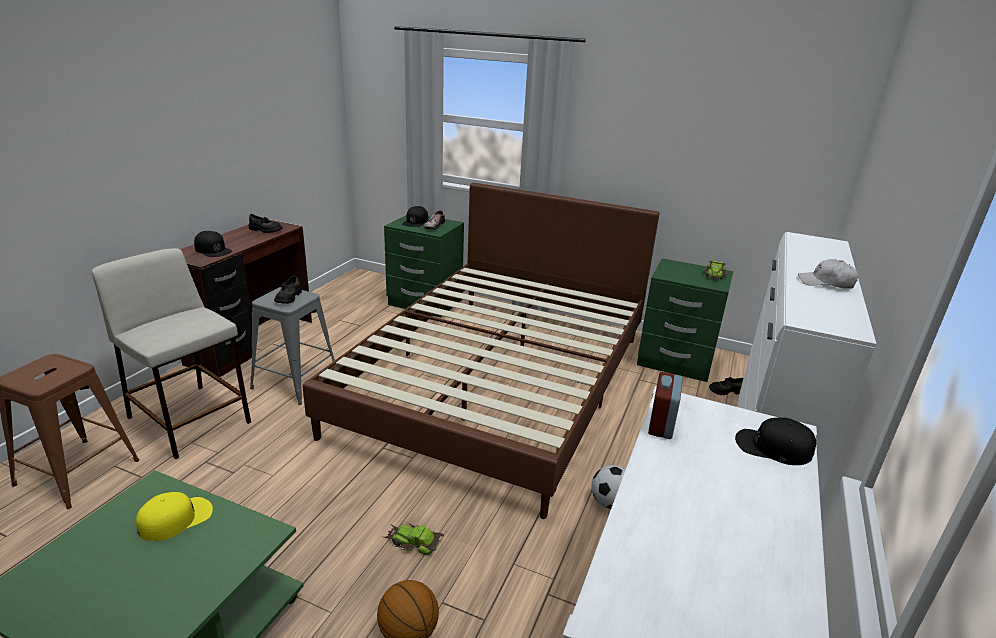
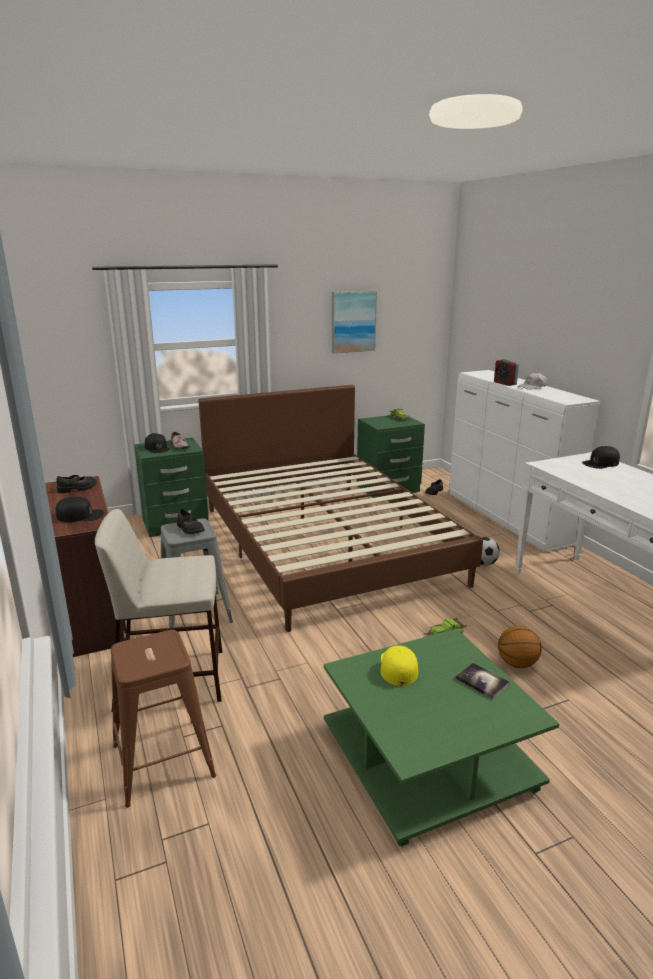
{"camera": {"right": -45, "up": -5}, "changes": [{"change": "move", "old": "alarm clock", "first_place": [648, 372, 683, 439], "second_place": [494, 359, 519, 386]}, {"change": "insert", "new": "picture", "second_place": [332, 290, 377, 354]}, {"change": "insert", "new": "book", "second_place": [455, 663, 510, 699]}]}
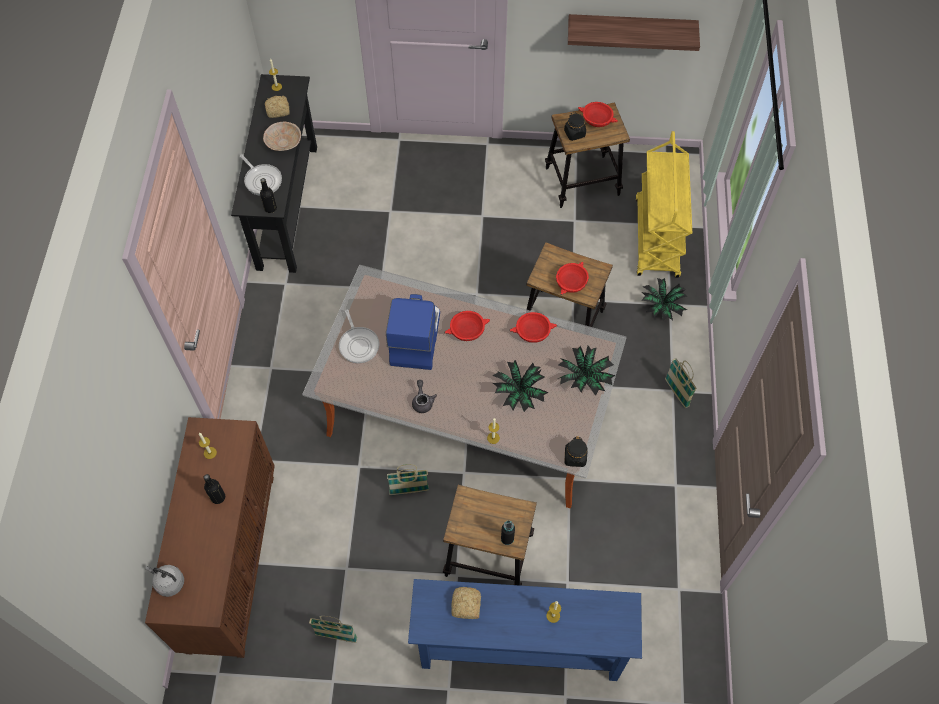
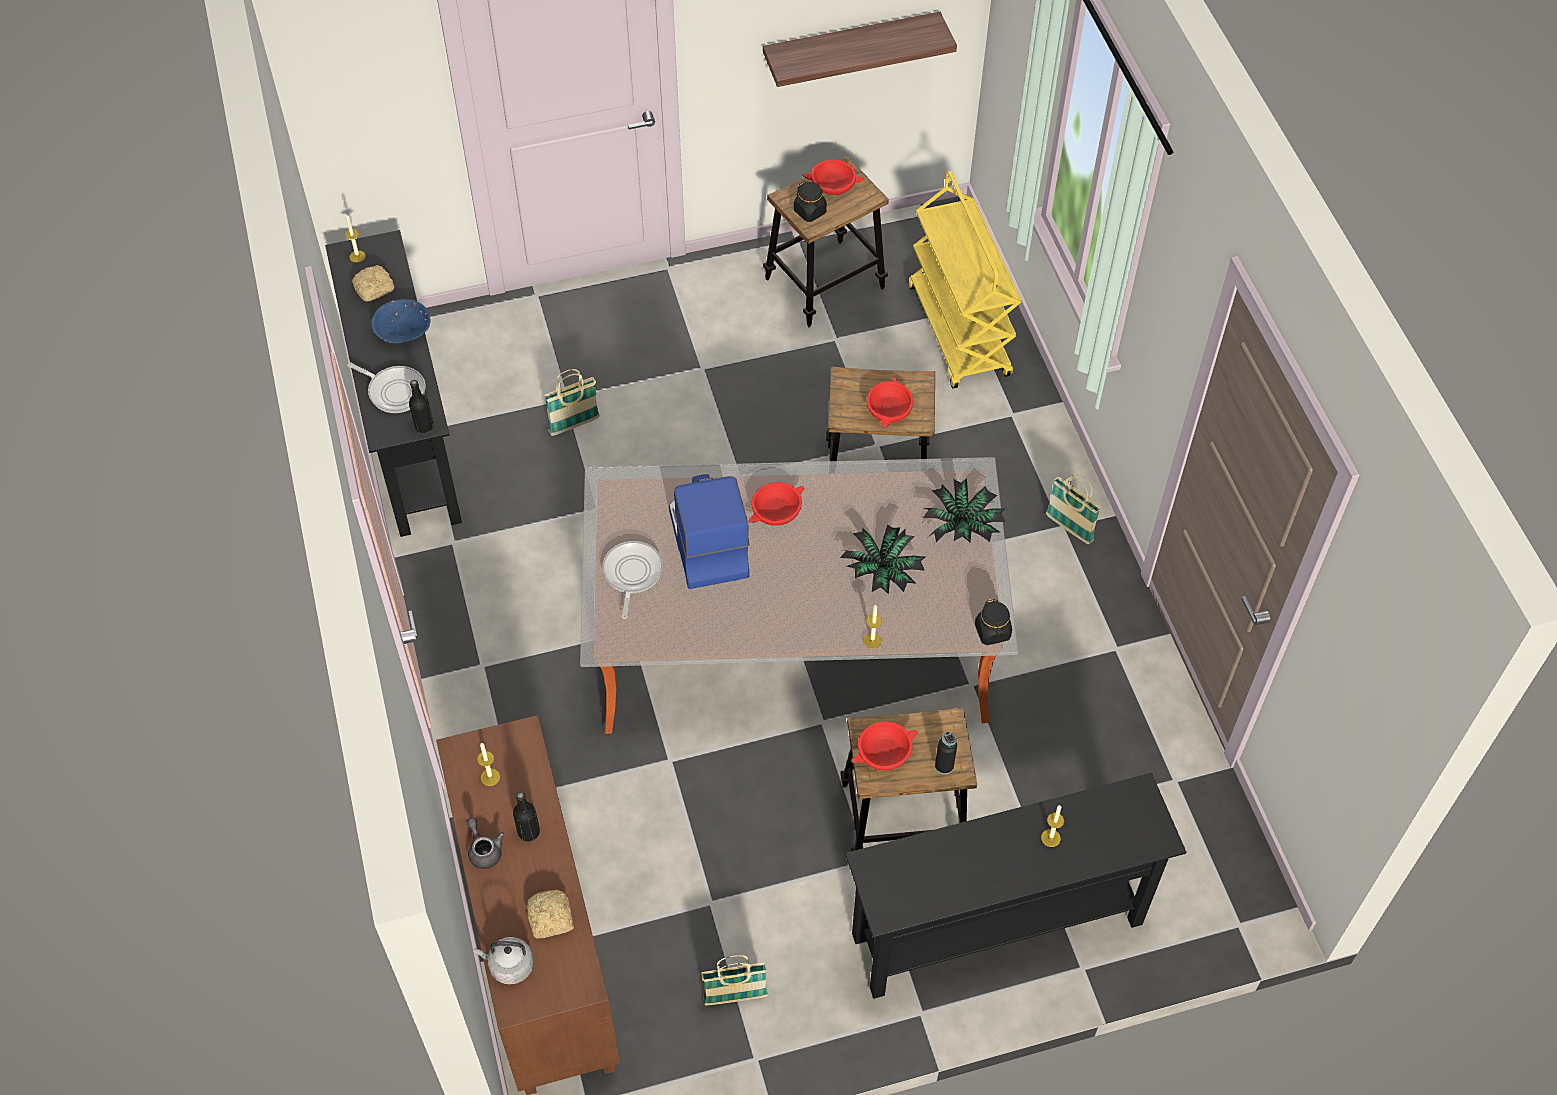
{"camera": {"right": -20, "up": -5}, "changes": [{"change": "recolor", "old": "beige bowl", "new": "blue bowl", "first_place": [263, 122, 301, 151], "second_place": [371, 299, 430, 343]}, {"change": "delete", "old": "potted plant", "first_place": [642, 278, 687, 321]}, {"change": "rotate", "old": "frying pan", "first_place": [339, 310, 379, 363], "second_place": [602, 541, 663, 619], "degrees": -135}, {"change": "move", "old": "red bowl", "first_place": [510, 312, 557, 343], "second_place": [851, 721, 918, 770]}, {"change": "move", "old": "grey teapot", "first_place": [412, 380, 437, 413], "second_place": [467, 817, 504, 869]}, {"change": "move", "old": "basket", "first_place": [387, 464, 429, 495], "second_place": [544, 369, 600, 436]}, {"change": "recolor", "old": "blue console table", "new": "black console table", "first_place": [408, 579, 642, 681], "second_place": [845, 773, 1186, 999]}, {"change": "move", "old": "bread", "first_place": [451, 587, 481, 619], "second_place": [527, 890, 574, 939]}]}
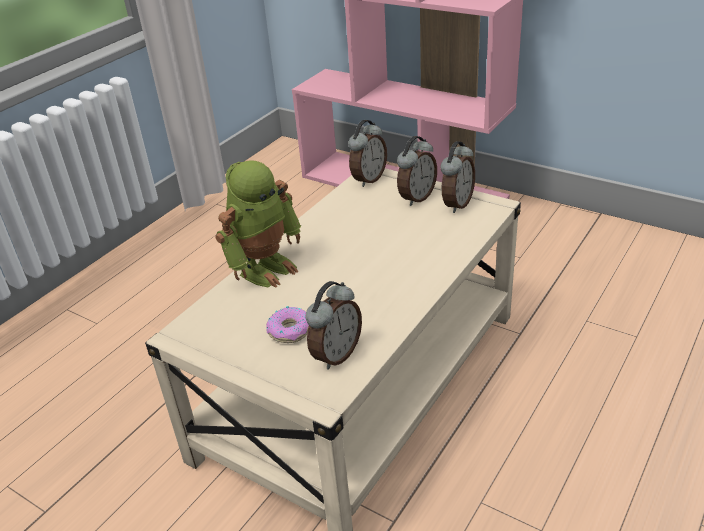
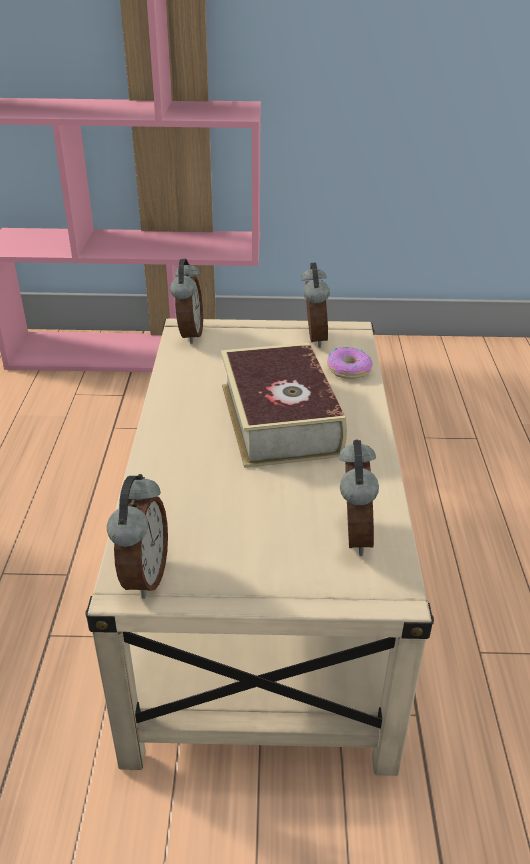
{"camera": {"right": -35, "up": 0}, "changes": [{"change": "move", "old": "alarm clock", "first_place": [397, 136, 437, 206], "second_place": [107, 474, 168, 599]}, {"change": "delete", "old": "toy robot", "first_place": [216, 160, 301, 288]}, {"change": "move", "old": "donut", "first_place": [266, 306, 309, 343], "second_place": [327, 347, 373, 379]}, {"change": "insert", "new": "book", "second_place": [221, 343, 347, 468]}]}
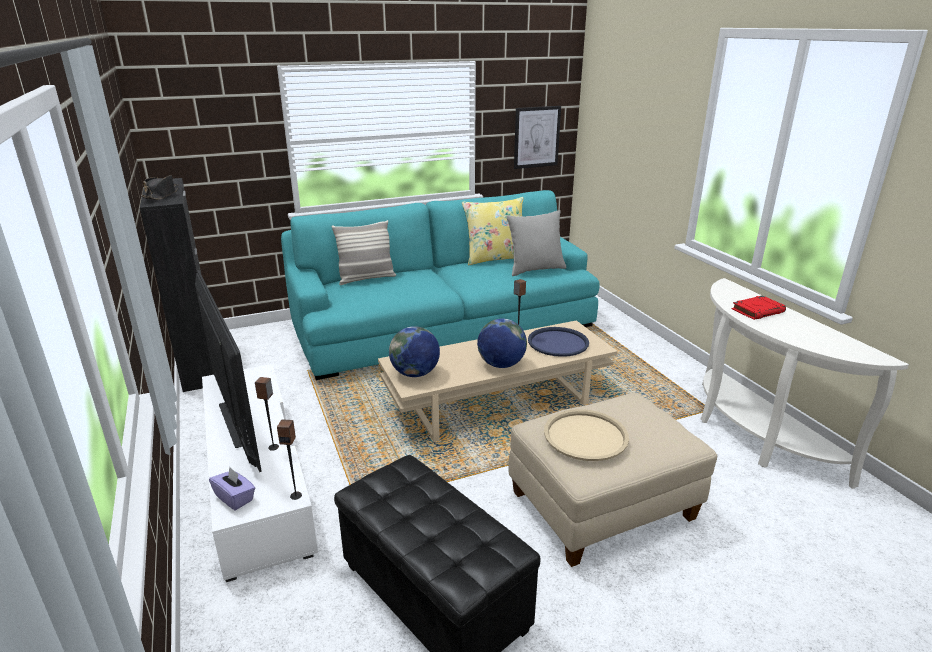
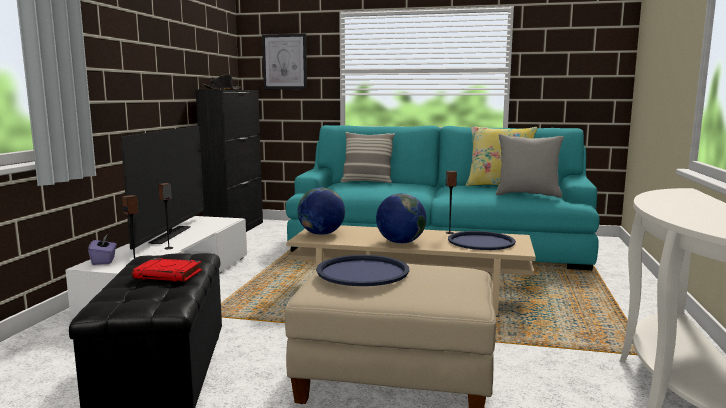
{"camera": {"right": 35, "up": -15}, "changes": [{"change": "move", "old": "picture", "first_place": [514, 106, 561, 169], "second_place": [262, 33, 307, 89]}, {"change": "move", "old": "red book", "first_place": [732, 295, 786, 320], "second_place": [132, 258, 202, 282]}, {"change": "recolor", "old": "beige tray", "new": "blue tray", "first_place": [544, 409, 629, 461], "second_place": [316, 255, 409, 286]}]}
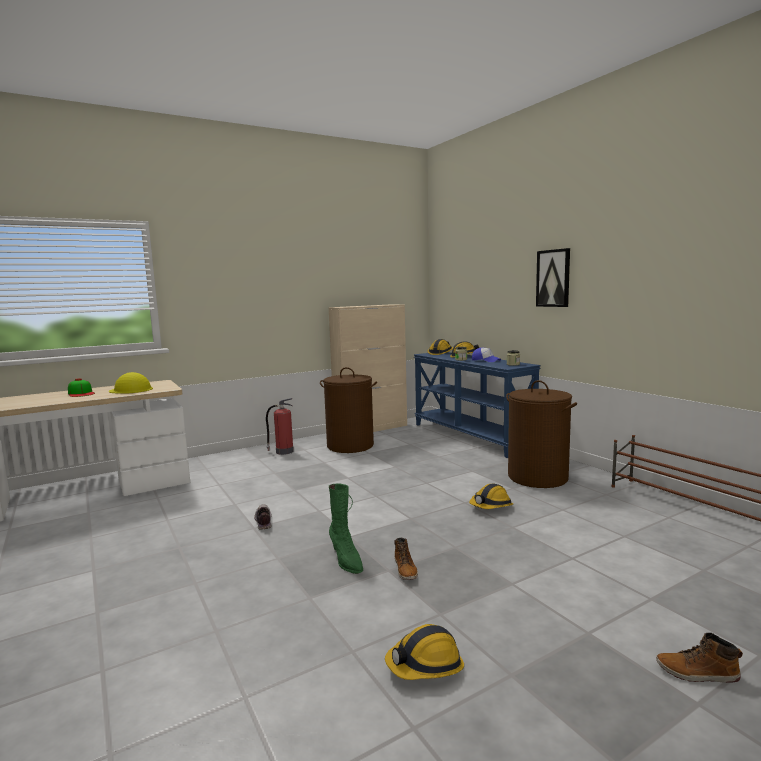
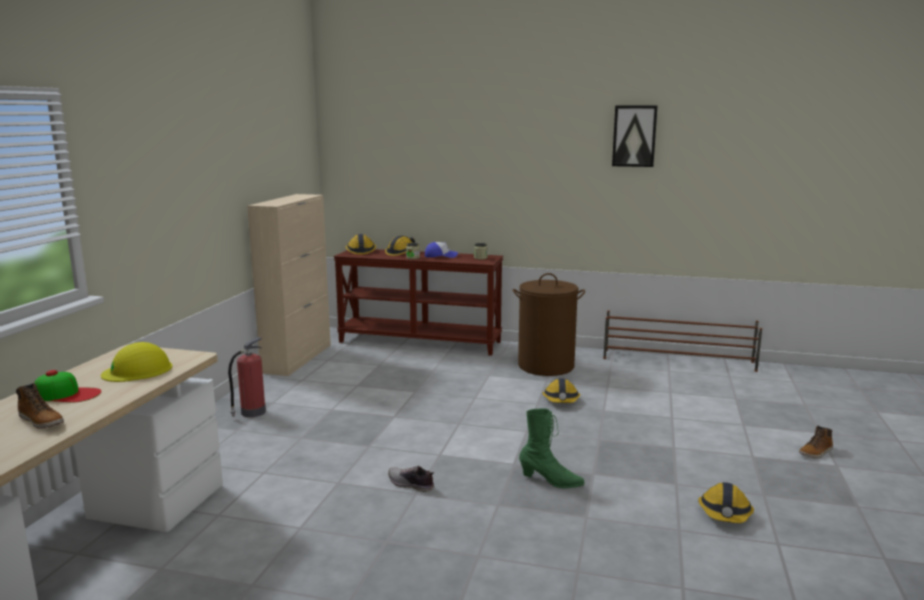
{"camera": {"right": -45, "up": 5}, "changes": [{"change": "move", "old": "picture", "first_place": [536, 248, 570, 307], "second_place": [612, 106, 658, 167]}, {"change": "recolor", "old": "blue console table", "new": "brown console table", "first_place": [414, 352, 541, 458], "second_place": [333, 249, 503, 356]}, {"change": "delete", "old": "brown laundry basket", "first_place": [320, 367, 377, 453]}, {"change": "move", "old": "boot", "first_place": [394, 538, 418, 580], "second_place": [16, 383, 64, 429]}]}
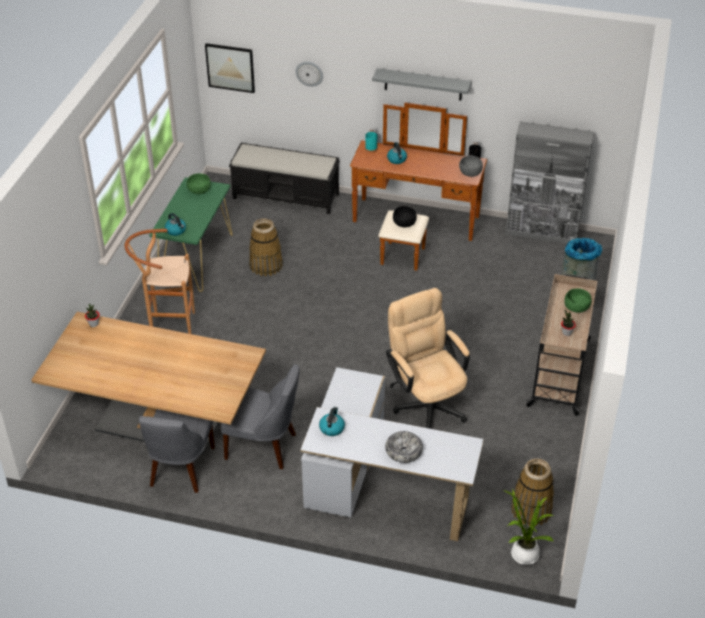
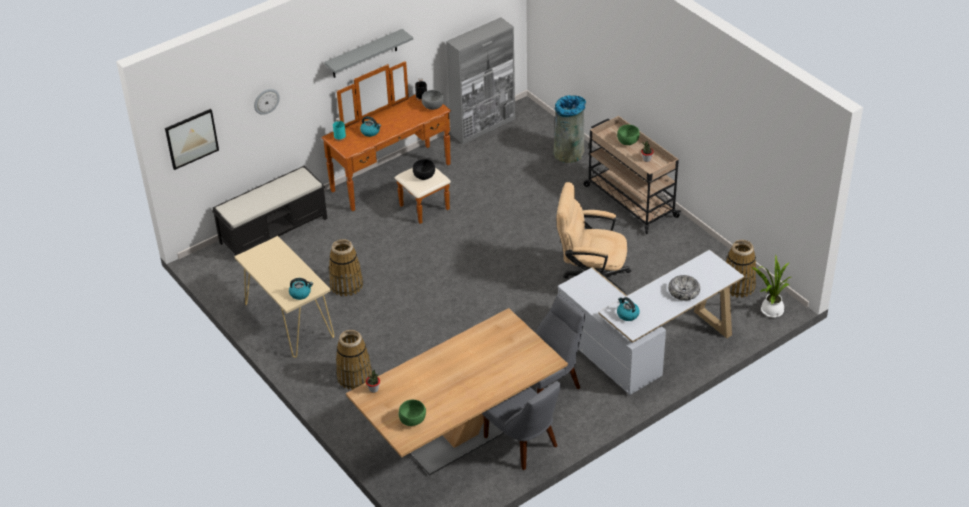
{"camera": {"right": -50, "up": 0}, "changes": [{"change": "move", "old": "green bowl", "first_place": [187, 173, 211, 194], "second_place": [399, 400, 426, 426]}, {"change": "recolor", "old": "green console table", "new": "beige console table", "first_place": [150, 177, 233, 292], "second_place": [234, 236, 334, 358]}, {"change": "replace", "old": "brown stool", "new": "basket", "first_place": [124, 229, 195, 334], "second_place": [336, 330, 372, 390]}]}
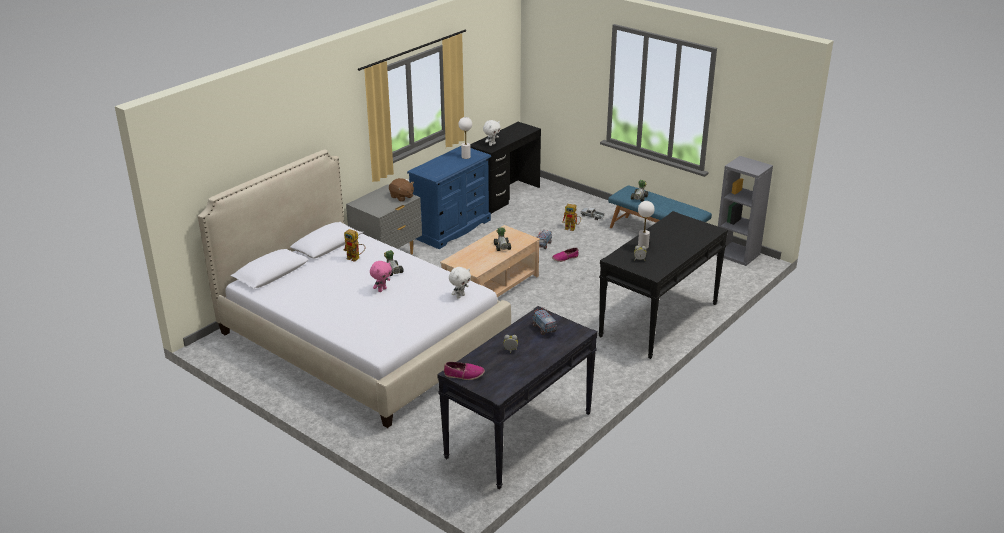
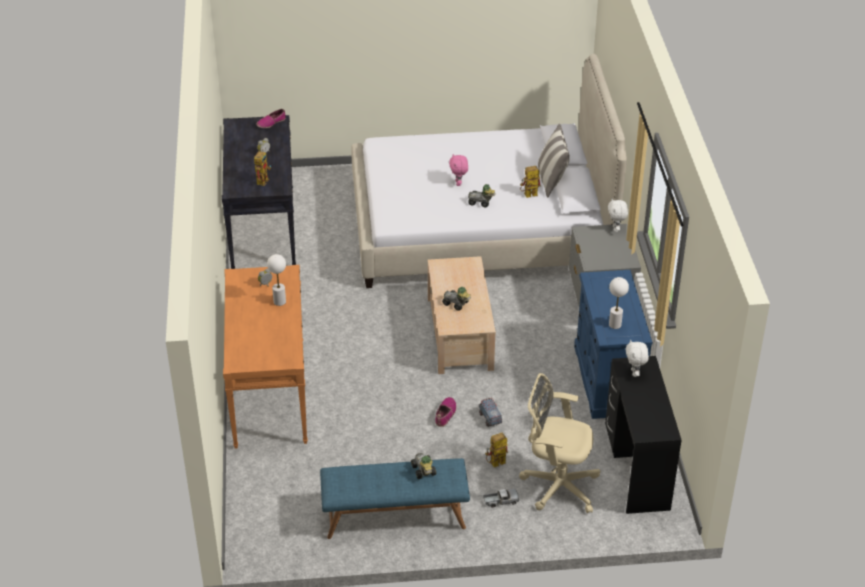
{"camera": {"right": 135, "up": 10}, "changes": [{"change": "delete", "old": "grey bookcase", "first_place": [716, 156, 773, 266]}, {"change": "delete", "old": "brown plush toy", "first_place": [389, 178, 414, 202]}, {"change": "recolor", "old": "black console table", "new": "orange console table", "first_place": [598, 211, 728, 359], "second_place": [223, 265, 308, 449]}, {"change": "move", "old": "white plush toy", "first_place": [449, 267, 471, 299], "second_place": [608, 198, 628, 232]}, {"change": "replace", "old": "toy truck", "new": "toy robot", "first_place": [532, 308, 557, 335], "second_place": [254, 149, 271, 186]}, {"change": "insert", "new": "pillow", "second_place": [538, 123, 570, 198]}, {"change": "insert", "new": "beige office chair", "second_place": [519, 373, 600, 513]}]}
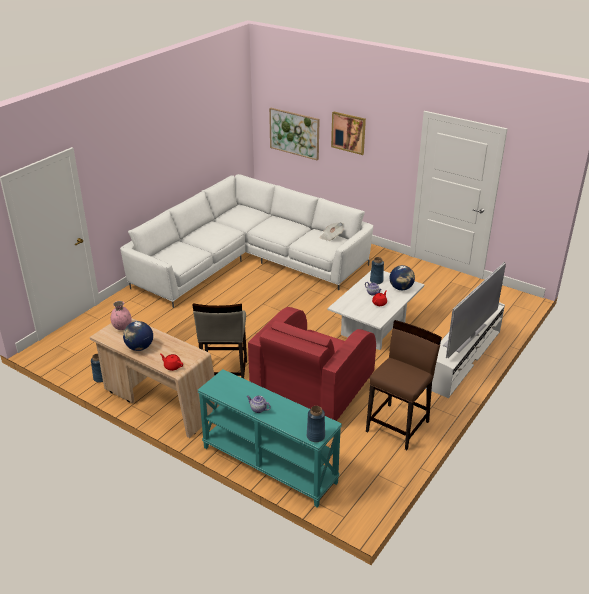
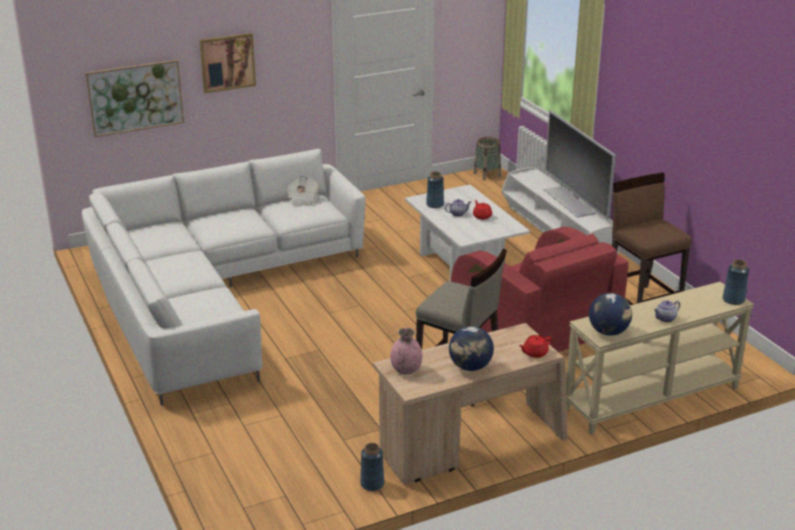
{"camera": {"right": -60, "up": -5}, "changes": [{"change": "move", "old": "globe", "first_place": [390, 265, 415, 290], "second_place": [589, 293, 632, 336]}, {"change": "recolor", "old": "turquoise console table", "new": "beige console table", "first_place": [198, 369, 342, 508], "second_place": [566, 282, 754, 435]}, {"change": "insert", "new": "basket", "second_place": [473, 137, 501, 181]}]}
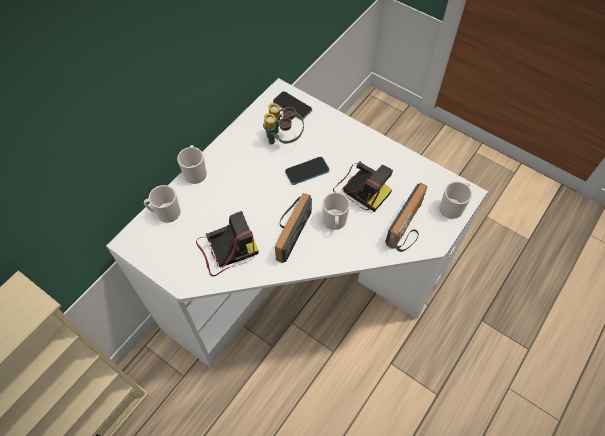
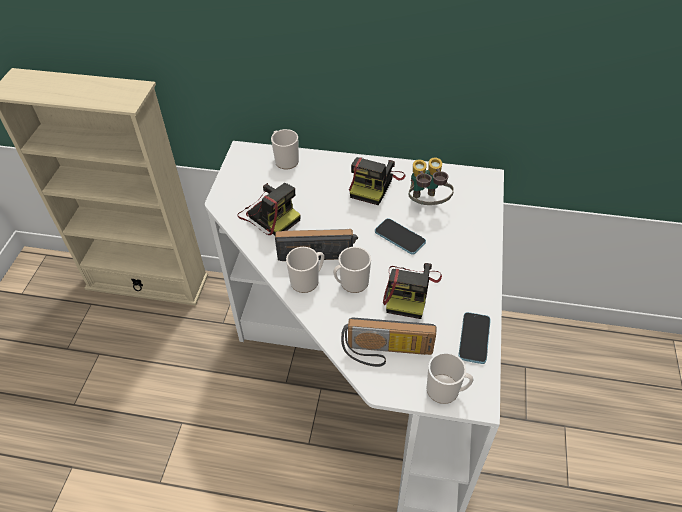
{"camera": {"right": 65, "up": -10}, "changes": [{"change": "move", "old": "phone", "first_place": [273, 91, 312, 120], "second_place": [458, 312, 491, 364]}, {"change": "move", "old": "mug", "first_place": [177, 145, 207, 184], "second_place": [286, 247, 324, 293]}, {"change": "insert", "new": "photo camera", "second_place": [349, 157, 406, 205]}]}
